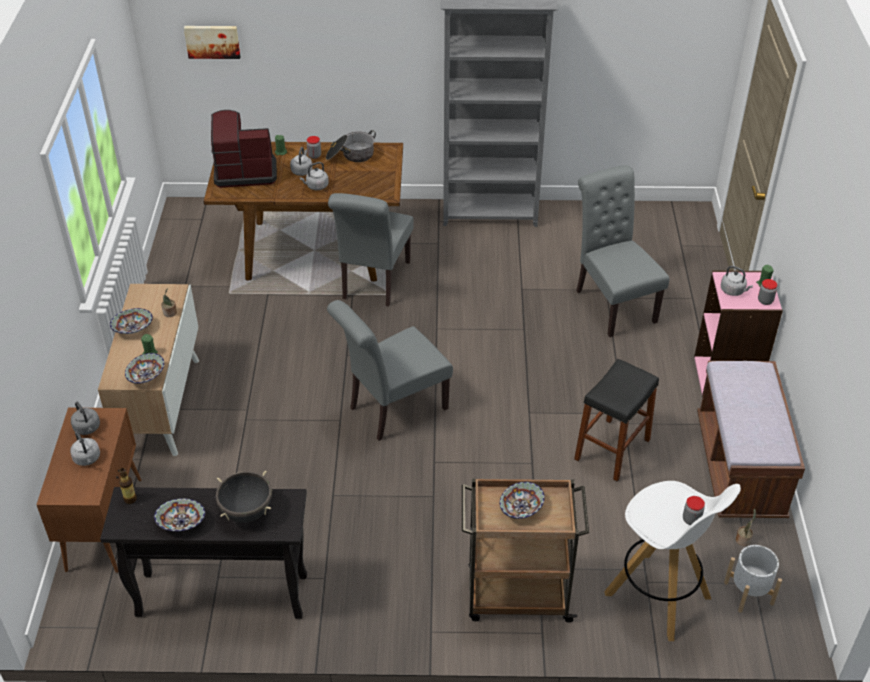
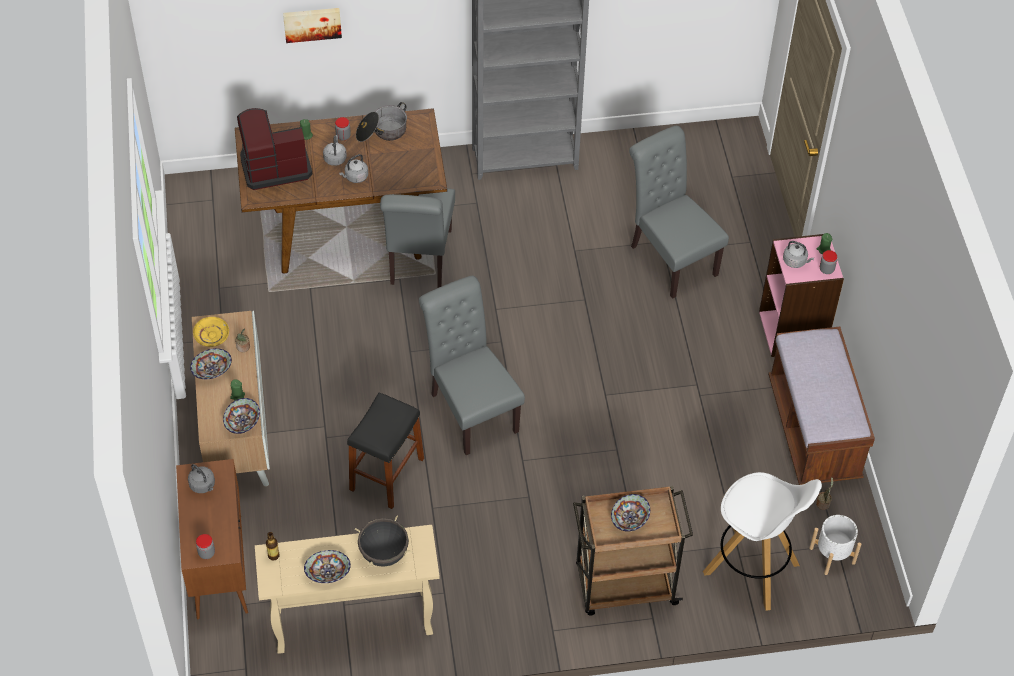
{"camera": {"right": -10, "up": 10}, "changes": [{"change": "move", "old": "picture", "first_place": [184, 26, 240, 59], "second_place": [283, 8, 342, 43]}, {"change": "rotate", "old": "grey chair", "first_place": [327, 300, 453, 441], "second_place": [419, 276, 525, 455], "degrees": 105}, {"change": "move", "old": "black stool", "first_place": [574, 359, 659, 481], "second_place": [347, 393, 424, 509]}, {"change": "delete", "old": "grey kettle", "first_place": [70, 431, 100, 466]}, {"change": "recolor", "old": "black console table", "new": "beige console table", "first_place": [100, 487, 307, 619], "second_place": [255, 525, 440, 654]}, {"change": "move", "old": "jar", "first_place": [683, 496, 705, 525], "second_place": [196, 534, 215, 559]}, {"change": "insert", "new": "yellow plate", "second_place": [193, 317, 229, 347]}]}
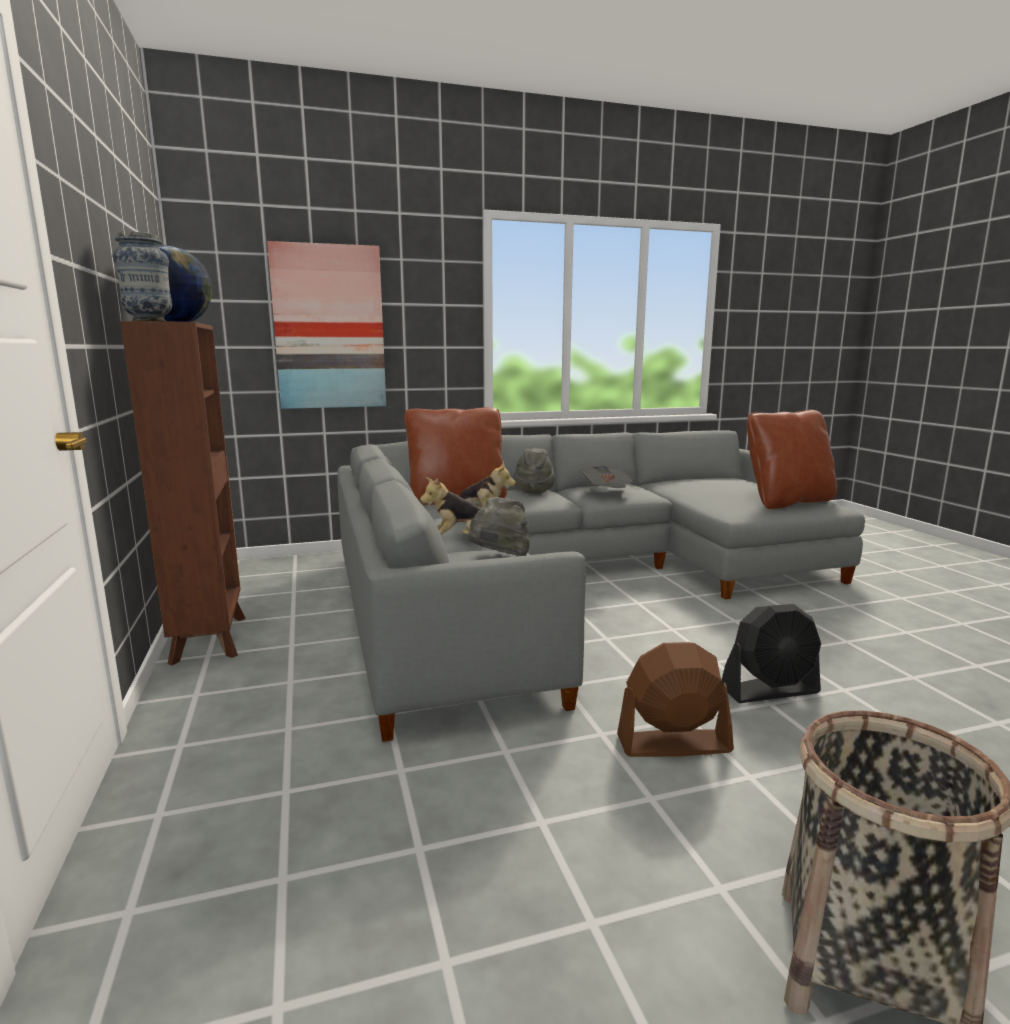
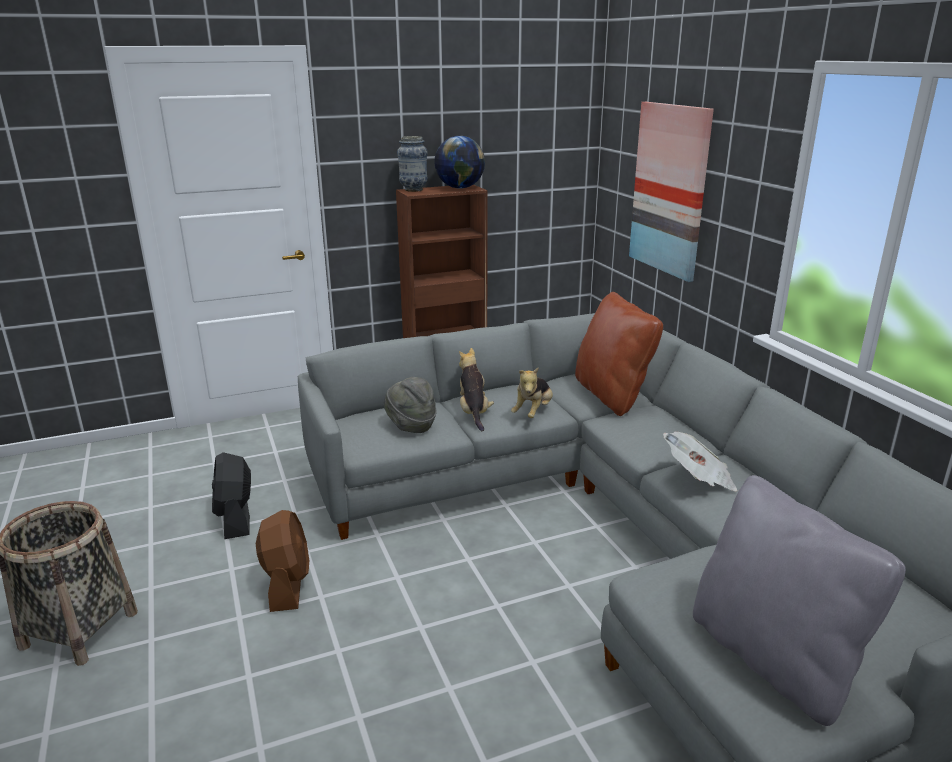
{"camera": {"right": 85, "up": 10}, "changes": [{"change": "recolor", "old": "brown pillow", "new": "grey pillow", "first_place": [747, 410, 837, 509], "second_place": [693, 475, 906, 726]}, {"change": "delete", "old": "grey hat", "first_place": [513, 448, 555, 494]}, {"change": "move", "old": "black fan", "first_place": [721, 604, 821, 703], "second_place": [212, 452, 251, 539]}]}
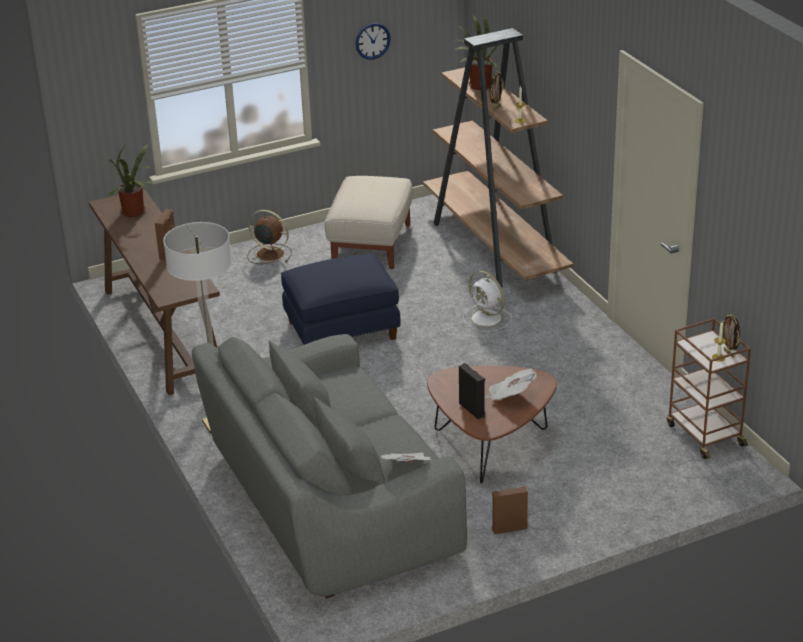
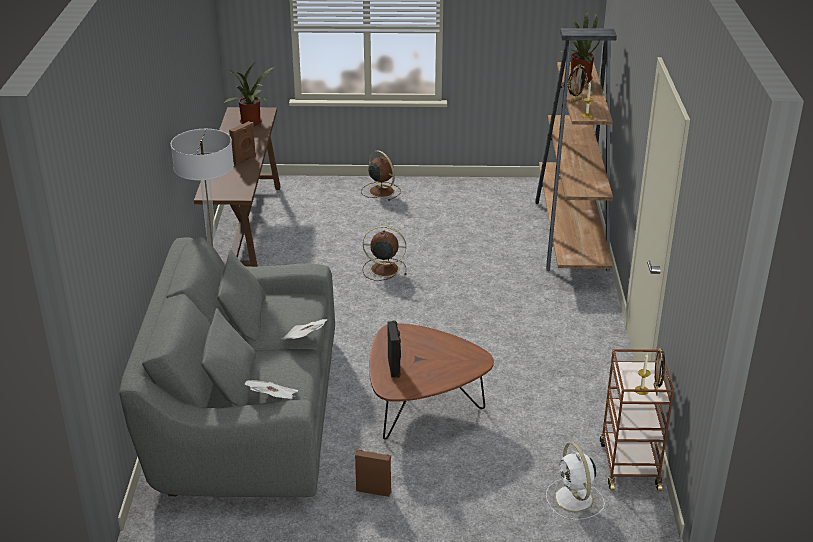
{"camera": {"right": 25, "up": 0}, "changes": [{"change": "delete", "old": "wall clock", "first_place": [356, 23, 391, 60]}, {"change": "delete", "old": "beige ottoman", "first_place": [325, 176, 413, 269]}, {"change": "replace", "old": "blue ottoman", "new": "brown fan", "first_place": [281, 254, 401, 345], "second_place": [362, 226, 407, 281]}, {"change": "move", "old": "white fan", "first_place": [463, 271, 512, 332], "second_place": [546, 442, 605, 520]}, {"change": "move", "old": "newspaper", "first_place": [489, 368, 536, 401], "second_place": [281, 319, 328, 339]}]}
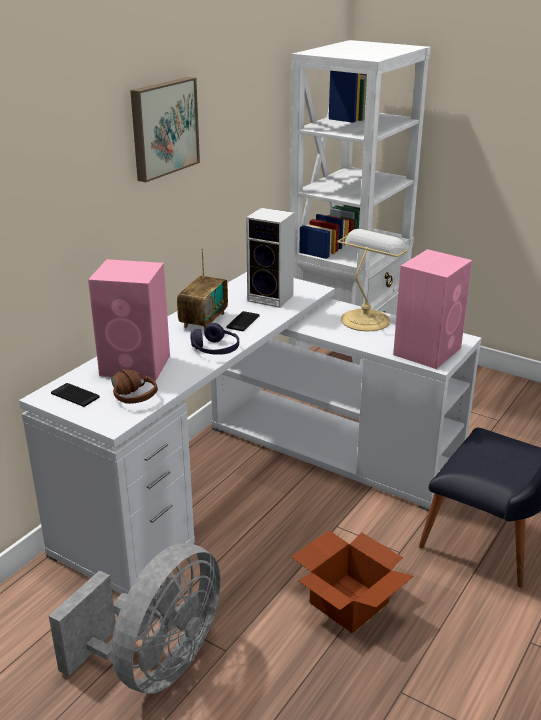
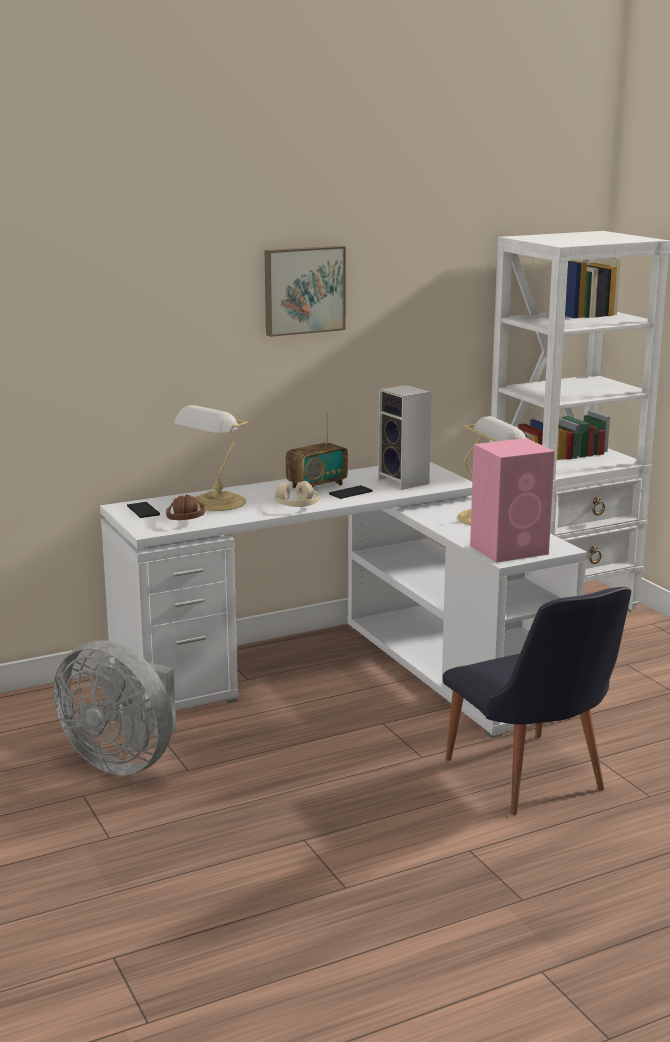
{"camera": {"right": 30, "up": -10}, "changes": [{"change": "replace", "old": "pink speaker", "new": "table lamp", "first_place": [88, 259, 170, 381], "second_place": [174, 405, 248, 511]}, {"change": "recolor", "old": "purple headphones", "new": "beige headphones", "first_place": [190, 323, 239, 355], "second_place": [275, 481, 320, 507]}, {"change": "delete", "old": "cardboard box", "first_place": [291, 530, 413, 633]}, {"change": "rotate", "old": "grey fan", "first_place": [49, 543, 221, 694], "second_place": [53, 640, 176, 775], "degrees": 60}]}
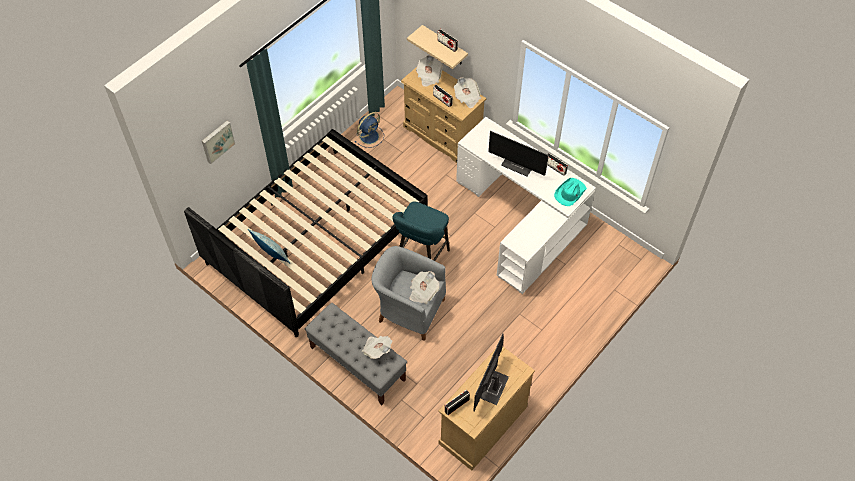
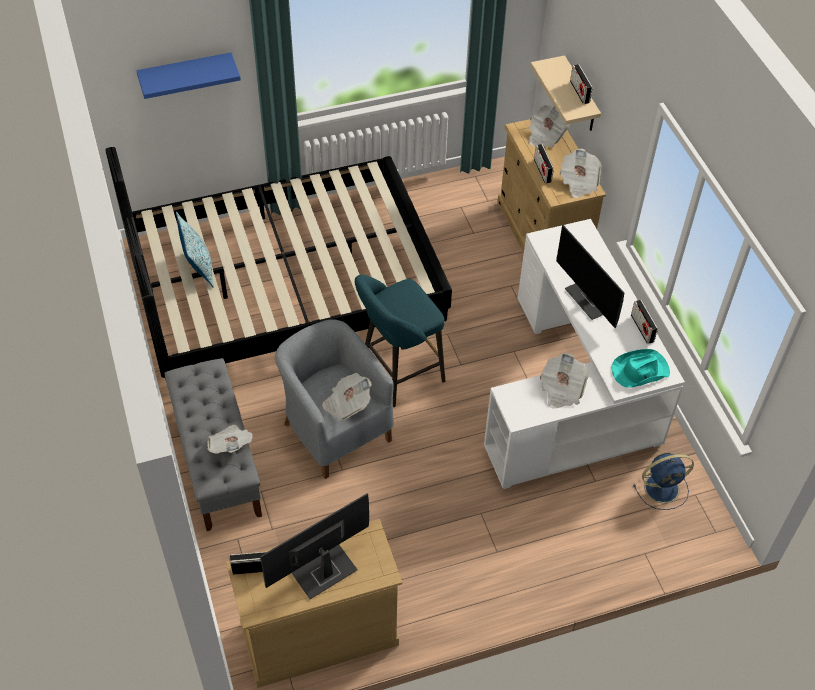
{"camera": {"right": 30, "up": -5}, "changes": [{"change": "move", "old": "blue fan", "first_place": [354, 112, 384, 148], "second_place": [633, 453, 694, 510]}, {"change": "replace", "old": "picture", "new": "blue shelf", "first_place": [202, 121, 235, 164], "second_place": [136, 53, 241, 99]}, {"change": "insert", "new": "newspaper", "second_place": [540, 353, 589, 408]}]}
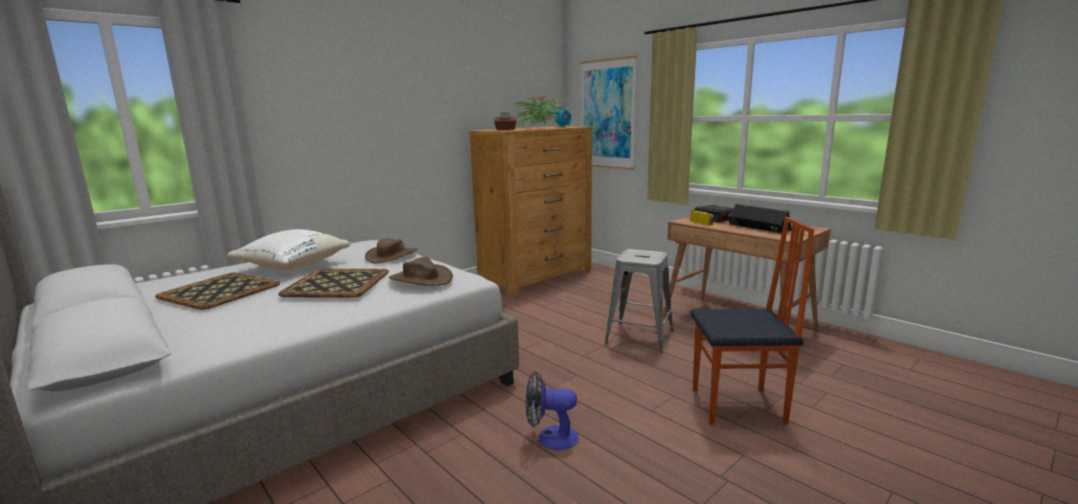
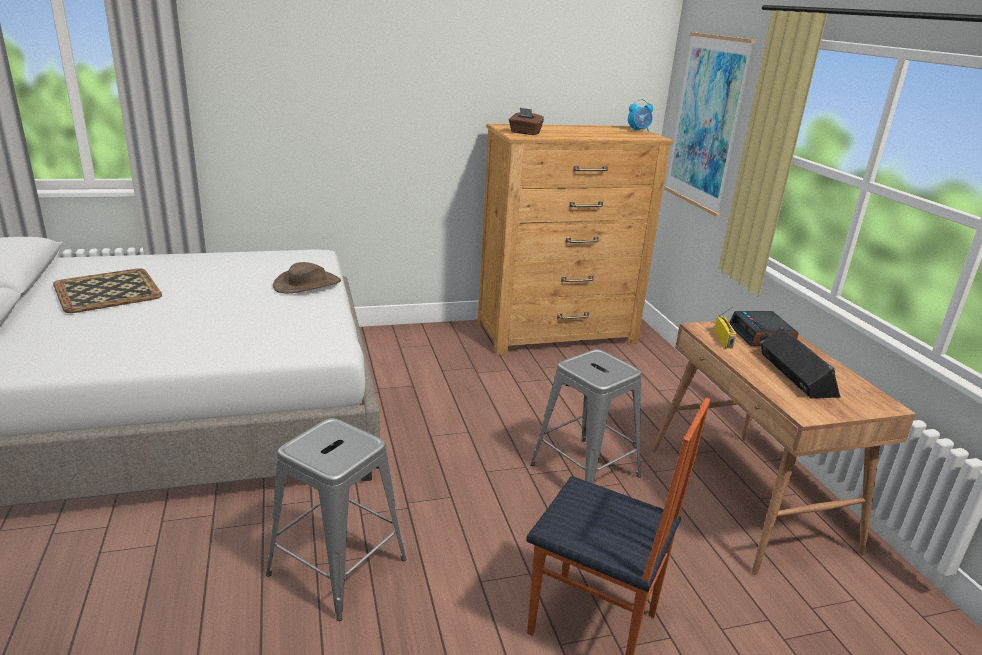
{"camera": {"right": 25, "up": 10}, "changes": [{"change": "delete", "old": "potted plant", "first_place": [514, 94, 570, 127]}, {"change": "delete", "old": "white pillow", "first_place": [227, 229, 350, 270]}, {"change": "delete", "old": "brown hat", "first_place": [389, 257, 453, 286]}, {"change": "delete", "old": "tray", "first_place": [278, 269, 389, 298]}, {"change": "replace", "old": "fan", "new": "grey stool", "first_place": [526, 371, 579, 450], "second_place": [266, 418, 406, 621]}]}
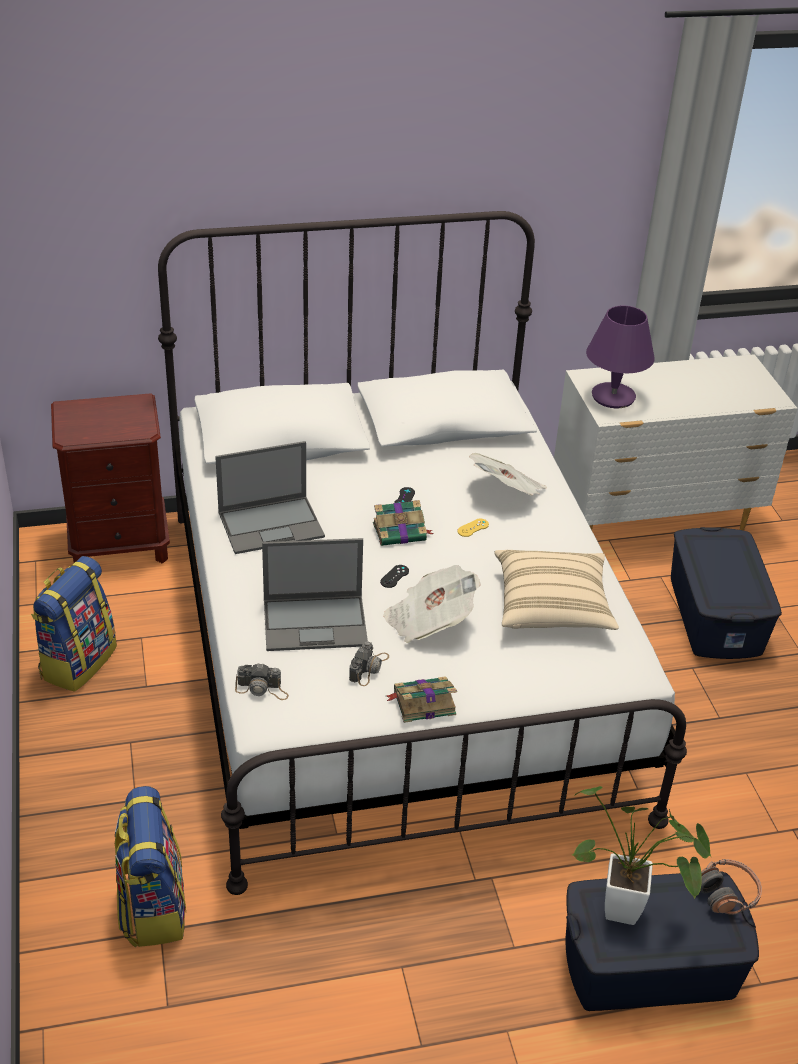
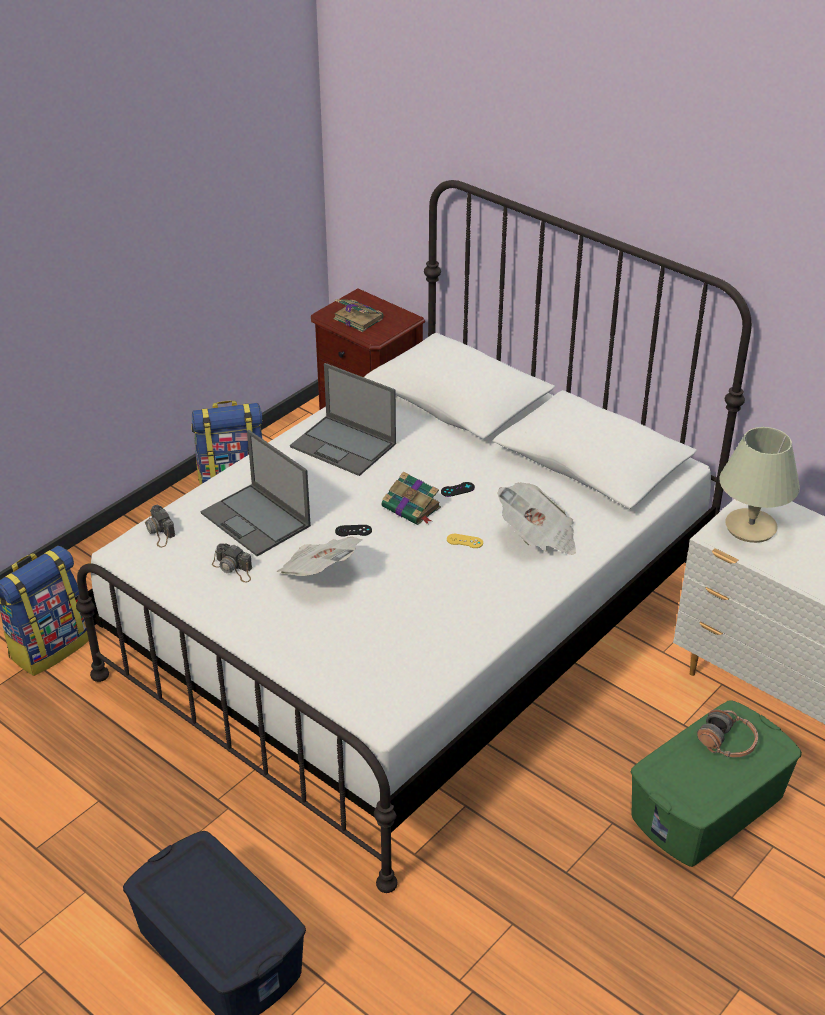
{"camera": {"right": 55, "up": 0}, "changes": [{"change": "recolor", "old": "purple table lamp", "new": "beige table lamp", "first_place": [586, 306, 655, 408], "second_place": [719, 427, 800, 543]}, {"change": "recolor", "old": "blue storage box", "new": "green storage box", "first_place": [671, 527, 782, 659], "second_place": [631, 700, 802, 867]}, {"change": "delete", "old": "beige pillow", "first_place": [494, 550, 619, 630]}, {"change": "rotate", "old": "photo camera", "first_place": [349, 641, 389, 686], "second_place": [212, 543, 252, 582], "degrees": 45}, {"change": "move", "old": "book", "first_place": [386, 676, 457, 723], "second_place": [334, 299, 383, 332]}, {"change": "delete", "old": "potted plant", "first_place": [572, 786, 711, 925]}, {"change": "move", "old": "headphones", "first_place": [700, 859, 762, 915], "second_place": [697, 709, 758, 757]}]}
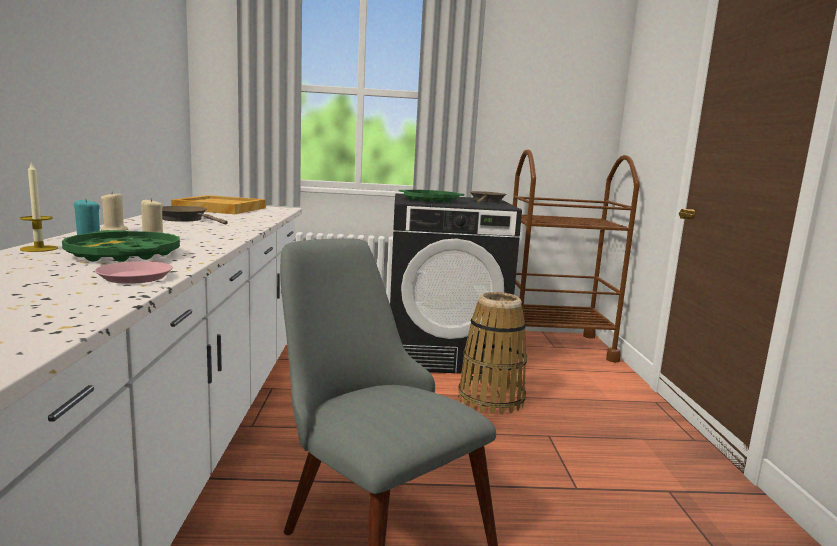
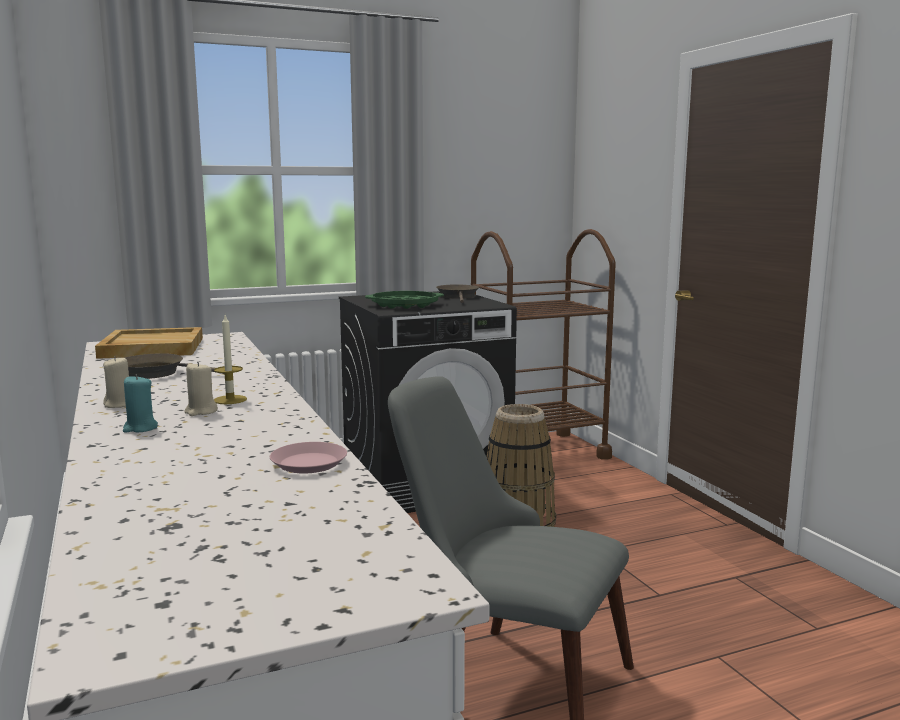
{"camera": {"right": -20, "up": 0}, "changes": [{"change": "move", "old": "candle", "first_place": [20, 161, 58, 252], "second_place": [214, 315, 247, 404]}, {"change": "delete", "old": "green tray", "first_place": [62, 230, 180, 262]}]}
